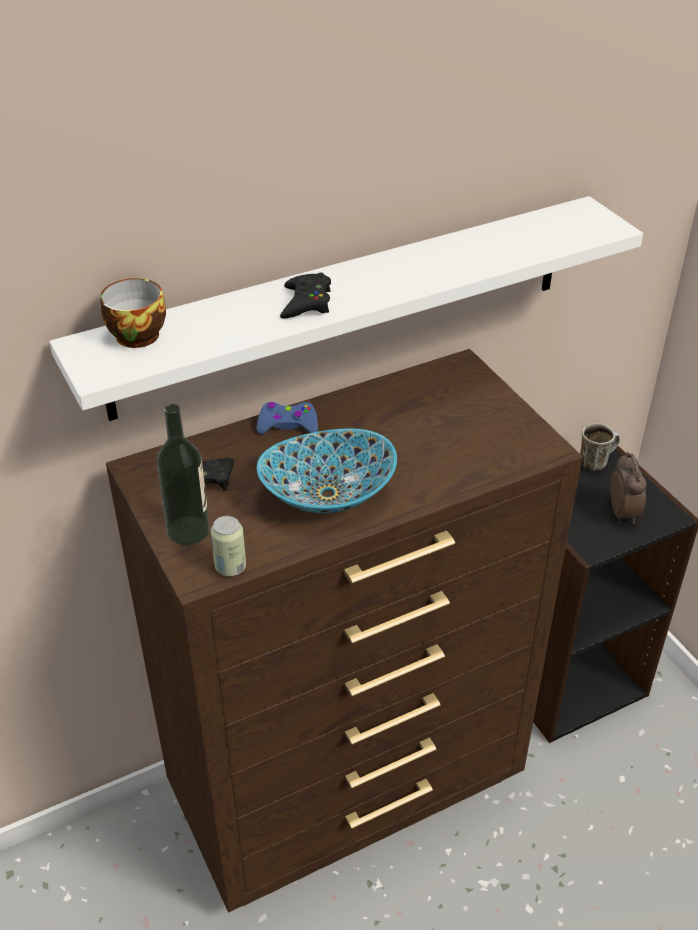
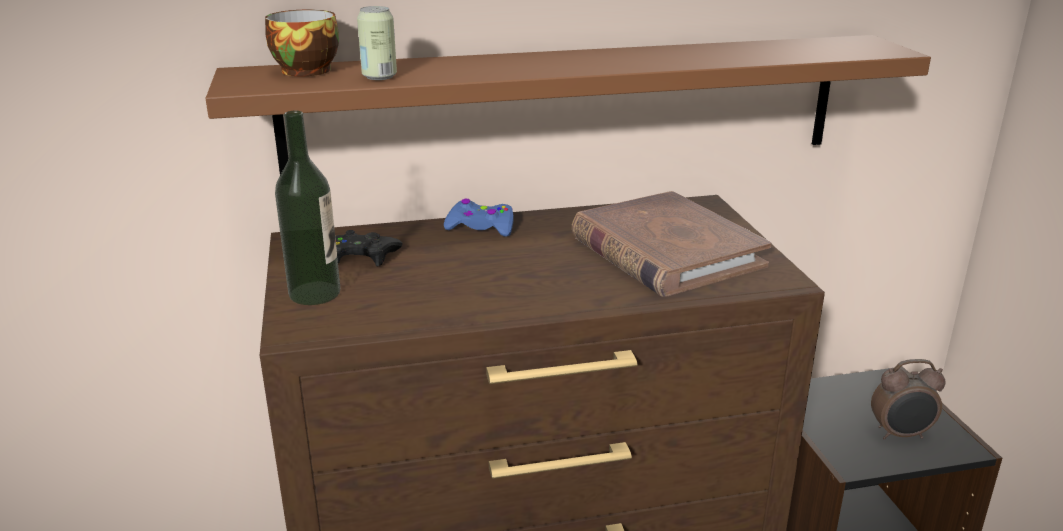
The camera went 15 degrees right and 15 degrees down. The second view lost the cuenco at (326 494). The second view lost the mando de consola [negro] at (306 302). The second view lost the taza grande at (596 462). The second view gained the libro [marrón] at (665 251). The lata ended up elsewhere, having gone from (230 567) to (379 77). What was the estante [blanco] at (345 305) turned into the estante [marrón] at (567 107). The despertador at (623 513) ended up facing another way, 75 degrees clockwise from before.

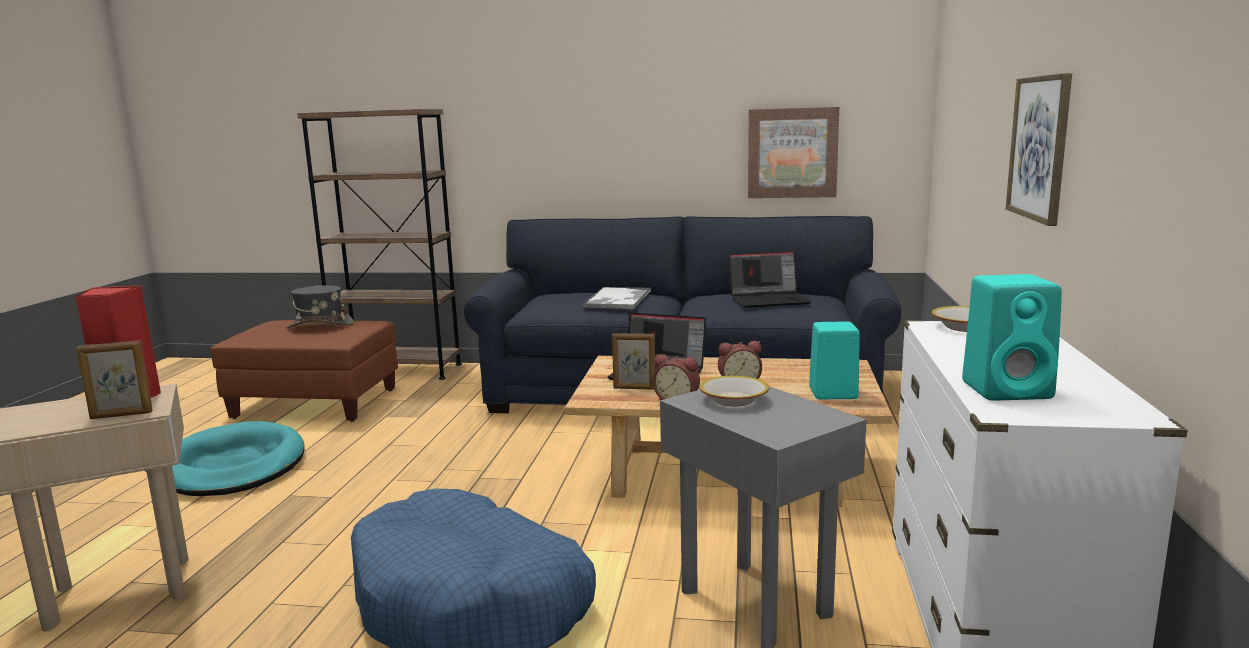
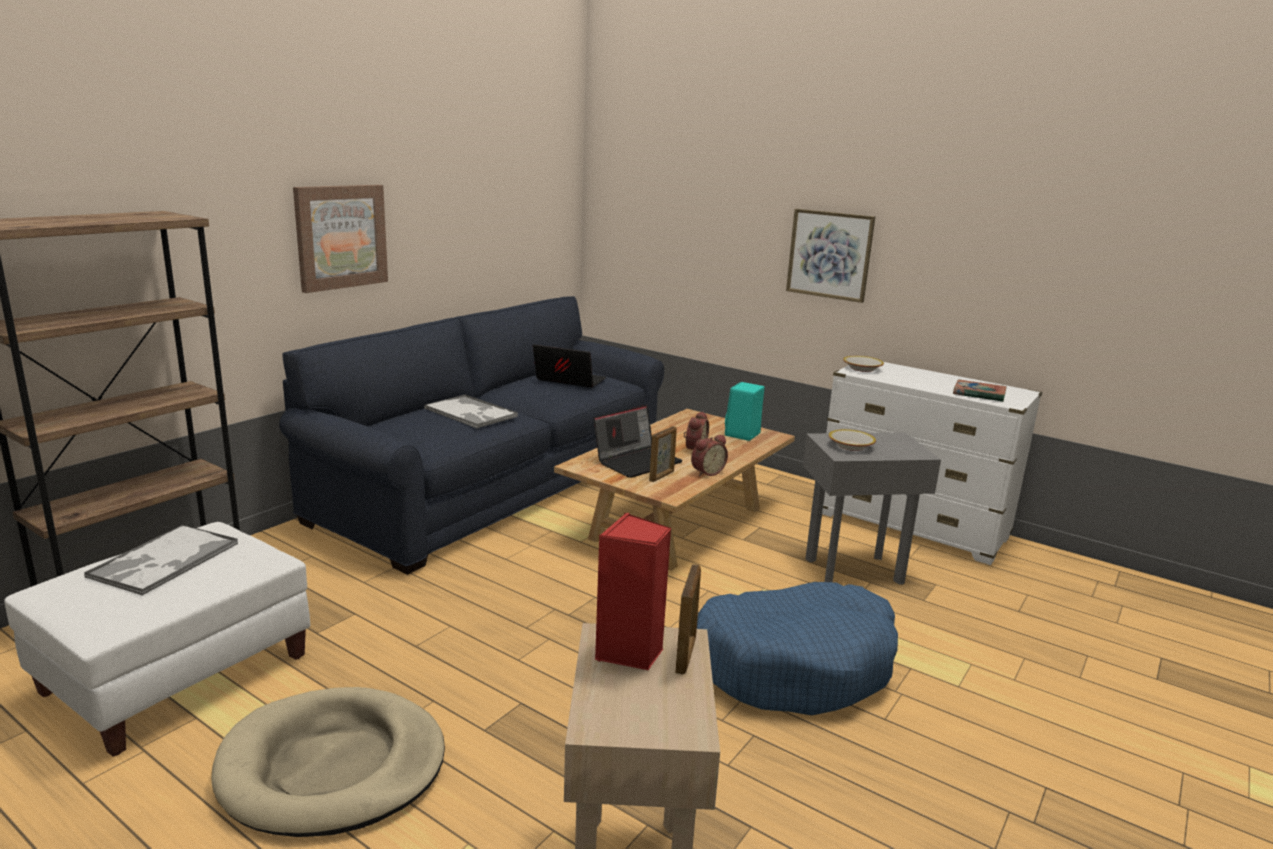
The camera went 65 degrees left and 5 degrees up. The cuadro ended up elsewhere, having gone from (792 153) to (341 237). Where the sombrero [gris] stood at (320 325), the bandeja came to stand at (163 561). Where the altavoz [turquesa] stood at (1009 390), the libro came to stand at (979 394). What was the cama para perro [turquesa] at (233 466) turned into the cama para perro [beis] at (332 767). What was the puf [marrón] at (315 403) turned into the puf [blanco] at (176 675). The portátil at (769 300) ended up facing another way, 90 degrees counterclockwise from before.

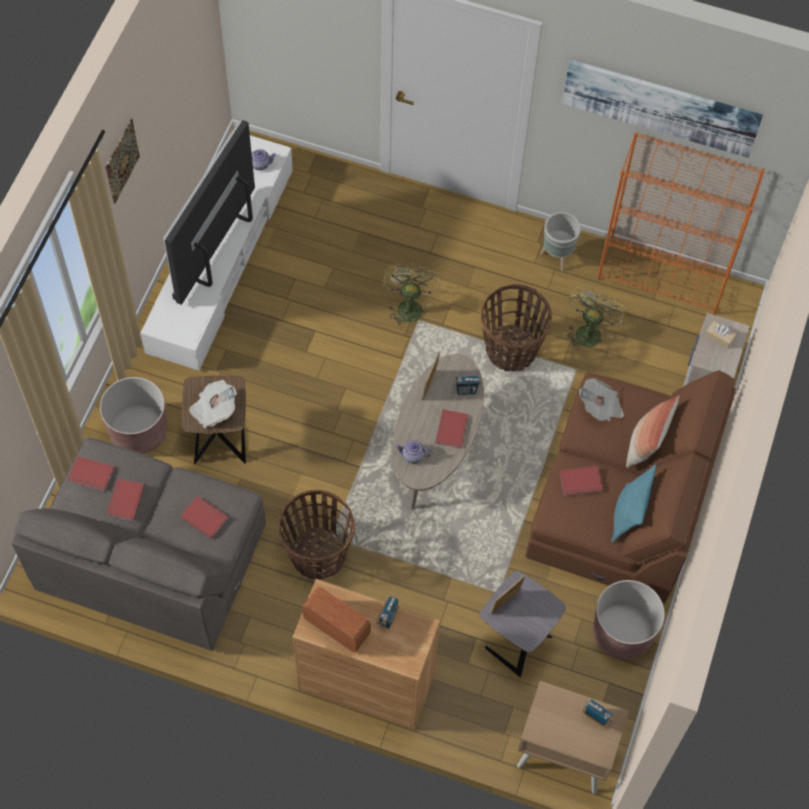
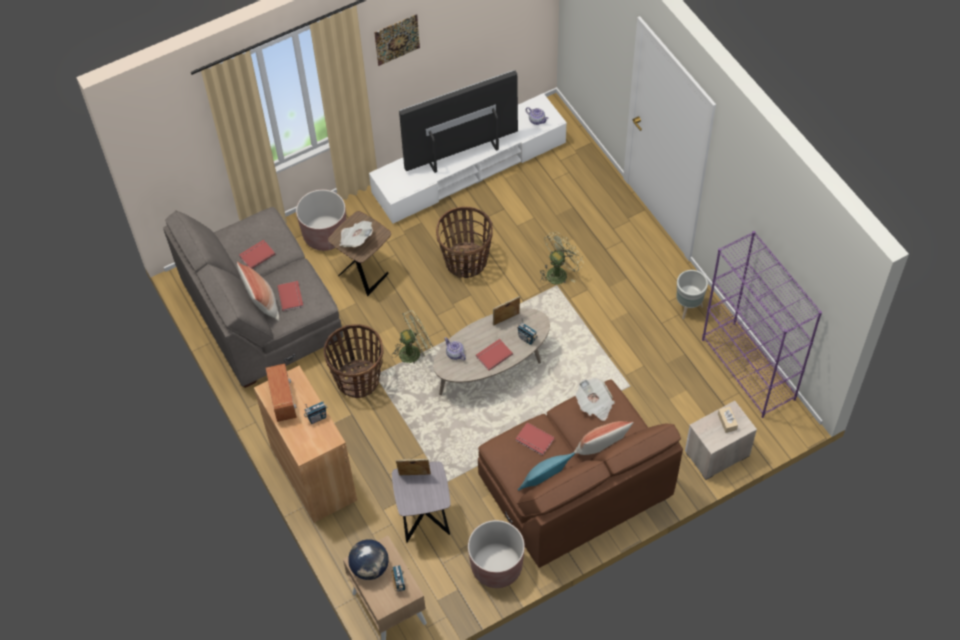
The camera went 45 degrees right and 5 degrees down. The second view lost the libro [rojo] at (91 475). The second view lost the cuadro at (660 107). The second view gained the cojín at (263 304). The second view gained the globo terráqueo at (370 567). The cesta ended up elsewhere, having gone from (511 349) to (466 261). The ventilador [verde] ended up elsewhere, having gone from (589 330) to (414 351). What was the estantería [naranja] at (662 278) turned into the estantería [morado] at (749 369).

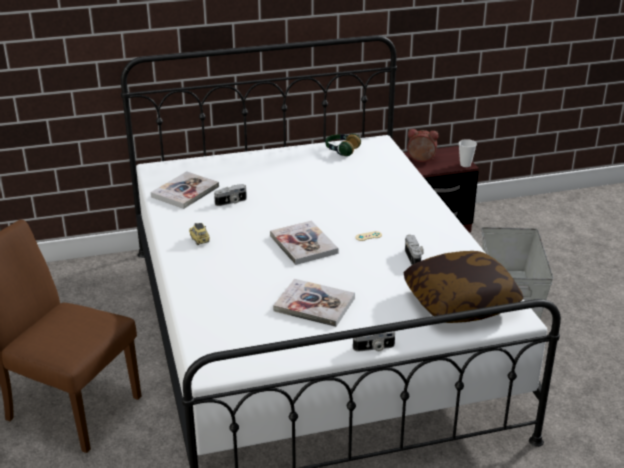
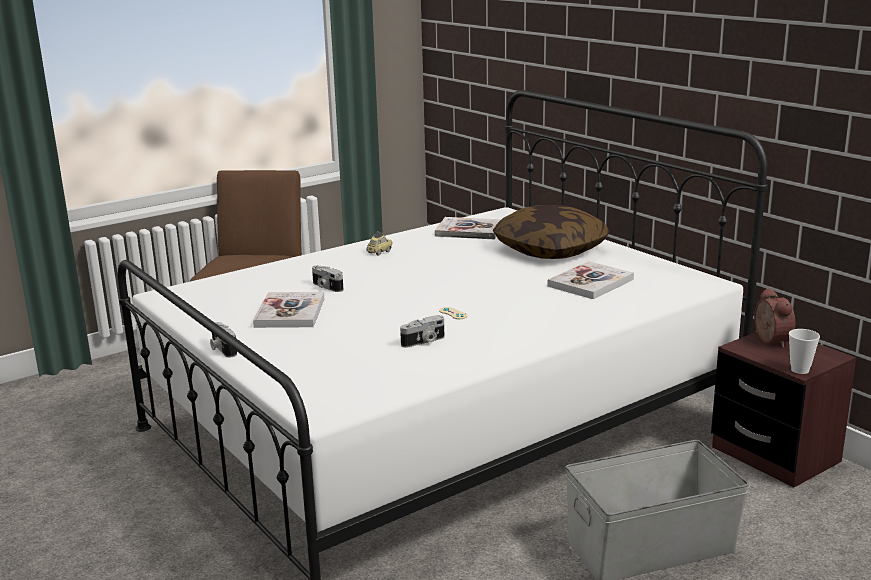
The camera went 70 degrees right and 10 degrees down. The second view lost the auriculares at (341 150). The cámara ended up elsewhere, having gone from (231 202) to (326 287). The libro ended up elsewhere, having gone from (303 244) to (590 283). The cojín ended up elsewhere, having gone from (460 302) to (550 250).

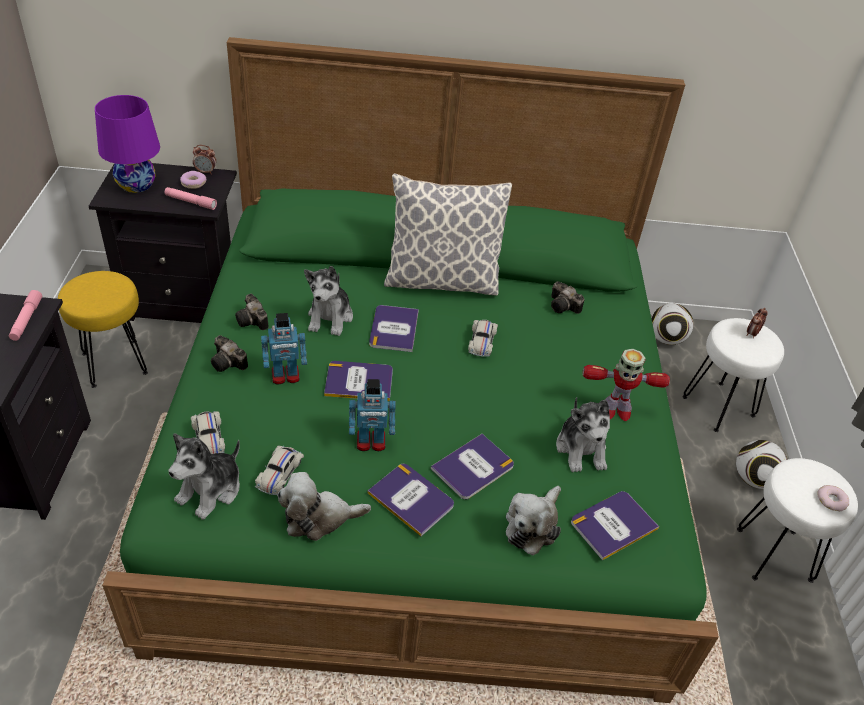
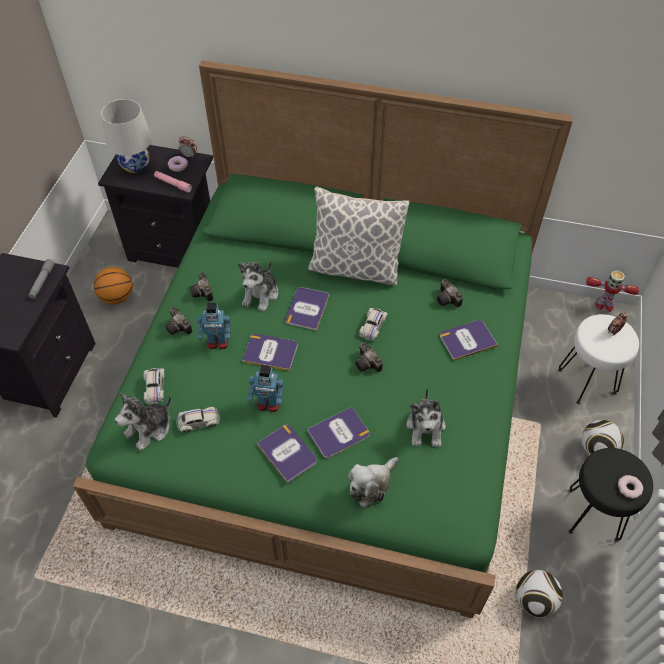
The camera went 15 degrees right and 10 degrees up. The second view lost the peluche at (319 518). The second view gained the cámara at (368 364). The libro ended up elsewhere, having gone from (613 525) to (467 340). The robot de juguete ended up elsewhere, having gone from (615 410) to (604 305). The balón de fútbol ended up elsewhere, having gone from (666 339) to (534 600). Where the taburete [amarillo] stood at (113 363), the balón de baloncesto came to stand at (117 297). What was the linterna [rosa] at (26 320) turned into the linterna [gris] at (42 282). What was the lámpara de mesa [morado] at (136 184) turned into the lámpara de mesa [blanco] at (135 165). What was the taburete [blanco] at (775 555) turned into the taburete [negro] at (594 515). The coche de juguete [blanco] at (279 474) ended up facing another way, 135 degrees counterclockwise from before.

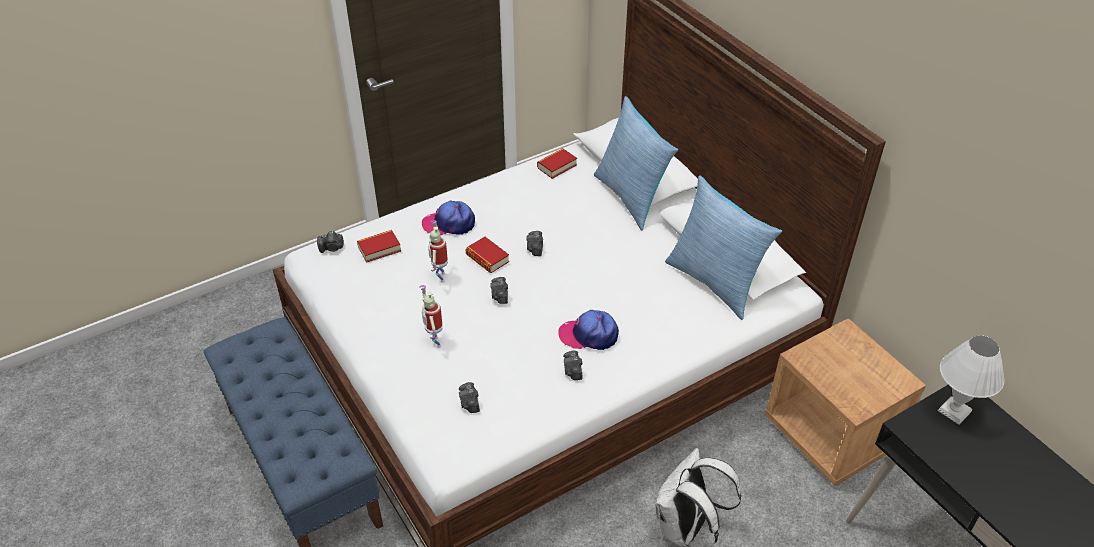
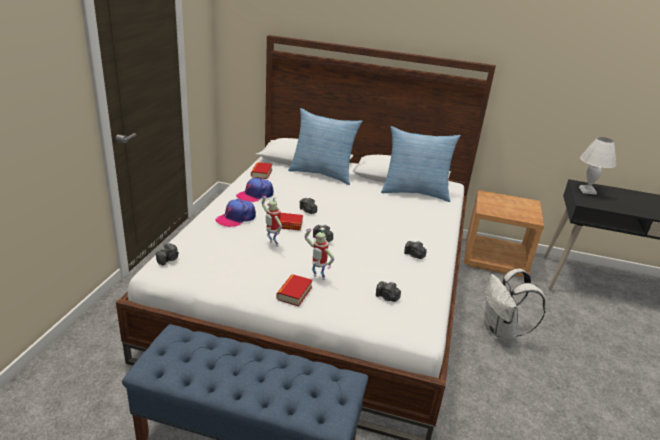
The camera went 45 degrees left and 15 degrees down. The libro ended up elsewhere, having gone from (379 249) to (294 293). The gorra ended up elsewhere, having gone from (589 335) to (255 195).

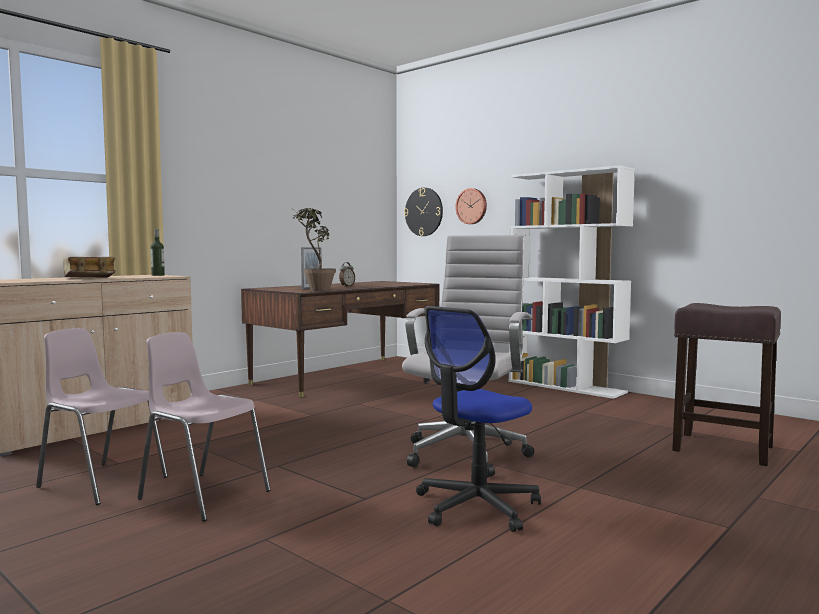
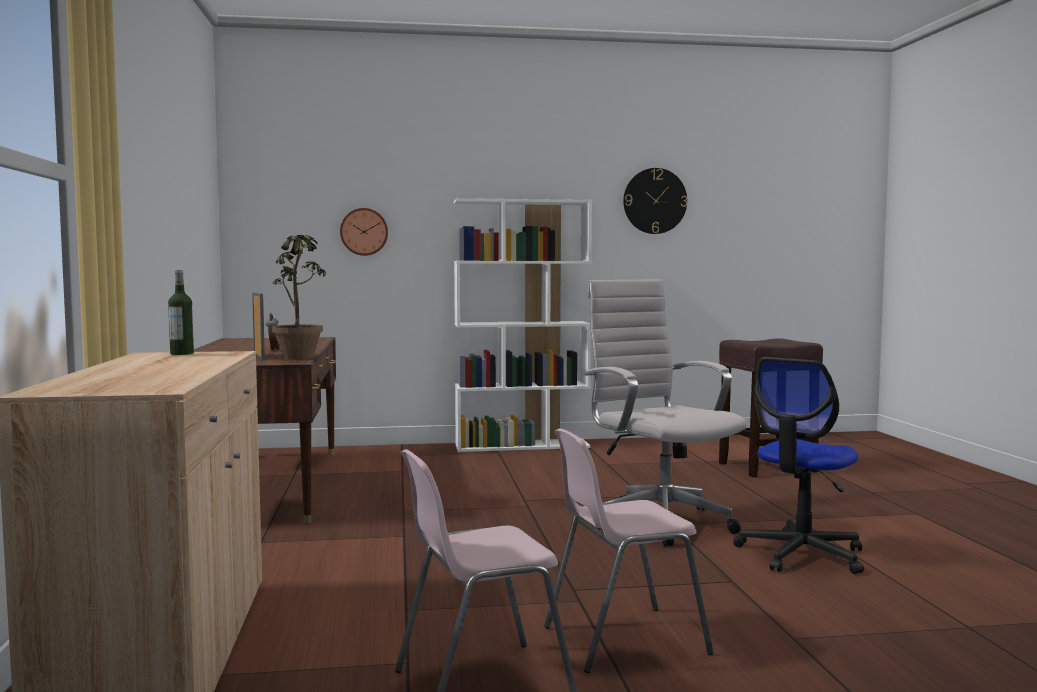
The camera went 50 degrees left and 0 degrees up. The second view lost the libro at (89 278). The reloj de pared ended up elsewhere, having gone from (424 212) to (654 201). The silla de oficina at (476 506) ended up facing another way, 45 degrees clockwise from before.

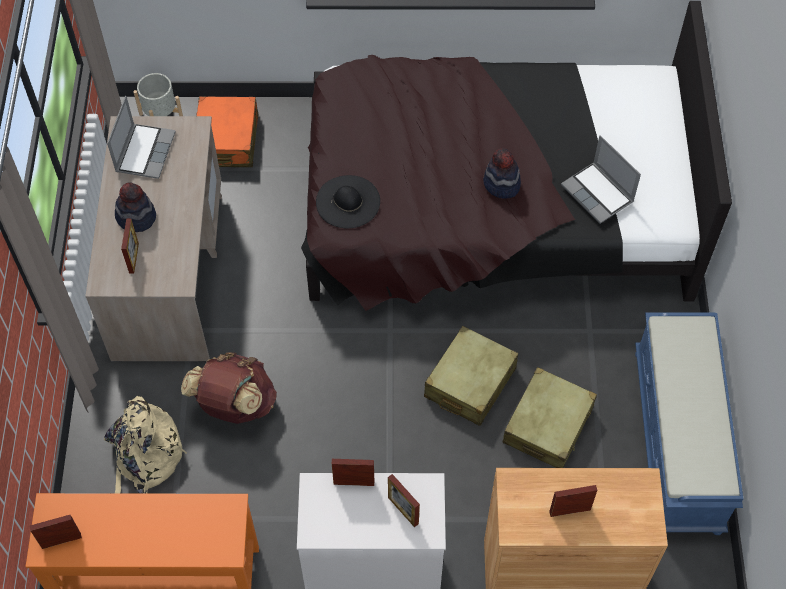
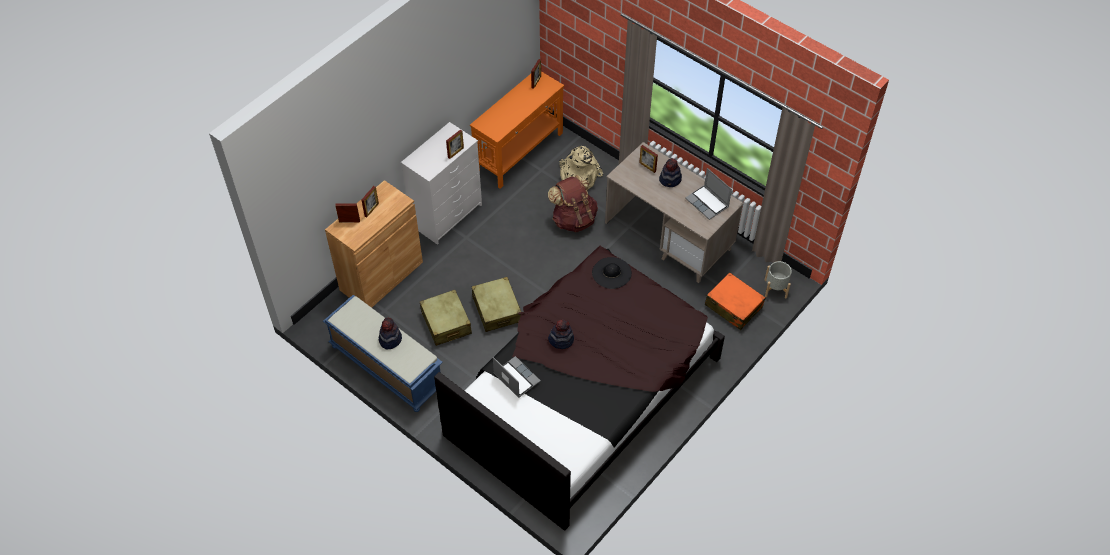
The camera went 130 degrees right and 5 degrees down. The second view gained the sombrero at (390 339). The portarretratos ended up elsewhere, having gone from (403 510) to (349 221). The portátil at (598 194) ended up facing another way, 45 degrees clockwise from before.

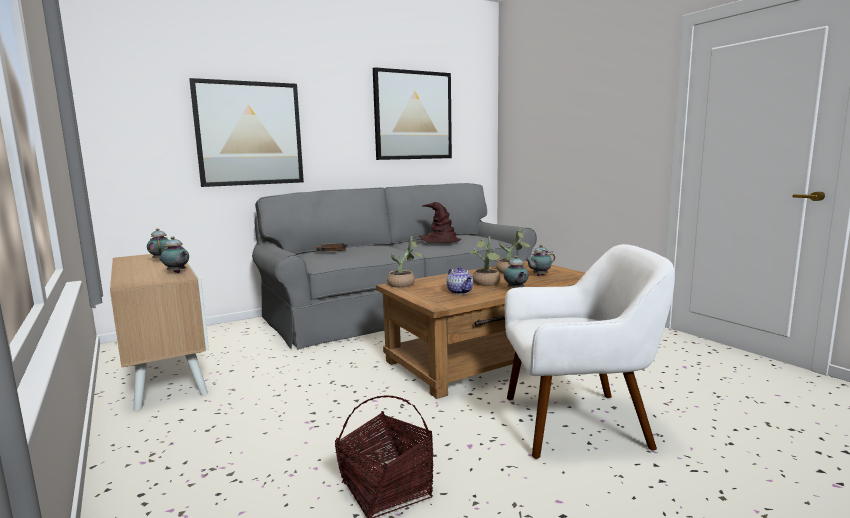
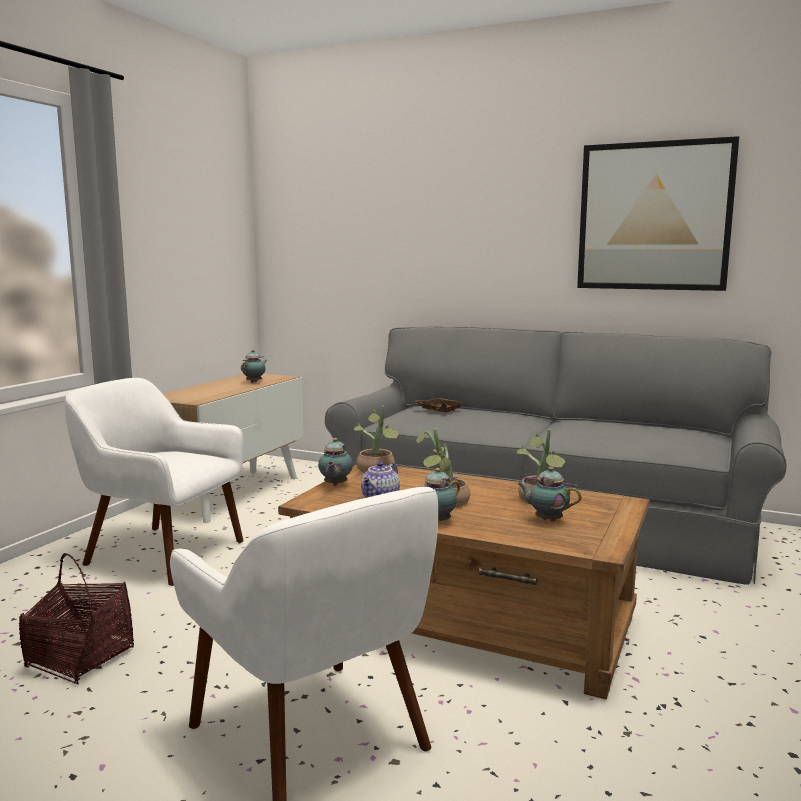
The camera went 55 degrees right and 0 degrees up. The second view lost the cuadro at (249 134). The second view lost the sombrero [marrón] at (440 240). The second view gained the sillón [blanco] at (162 553). The tetera ended up elsewhere, having gone from (177 272) to (335 485).

